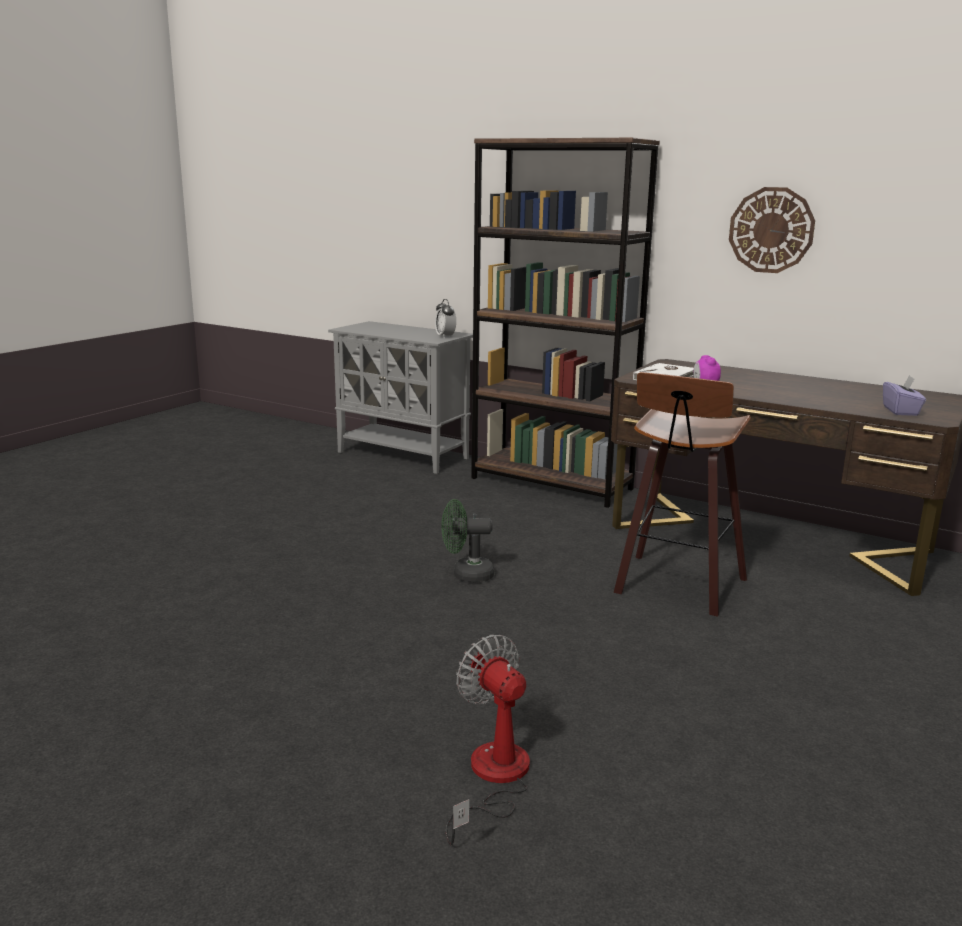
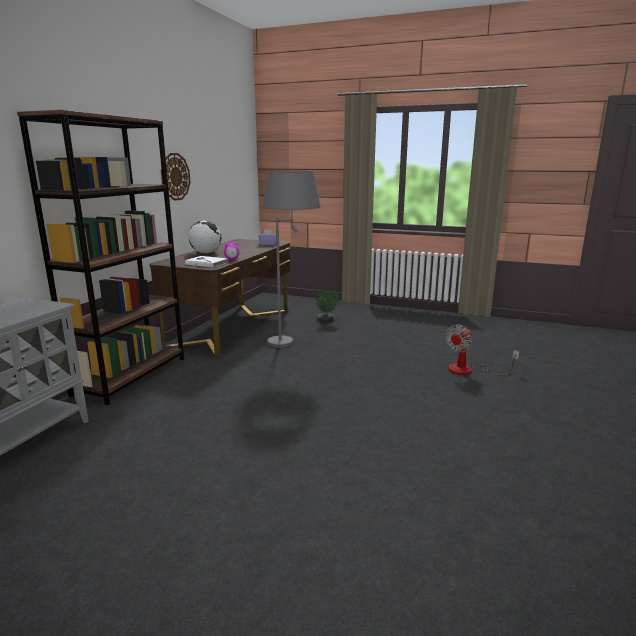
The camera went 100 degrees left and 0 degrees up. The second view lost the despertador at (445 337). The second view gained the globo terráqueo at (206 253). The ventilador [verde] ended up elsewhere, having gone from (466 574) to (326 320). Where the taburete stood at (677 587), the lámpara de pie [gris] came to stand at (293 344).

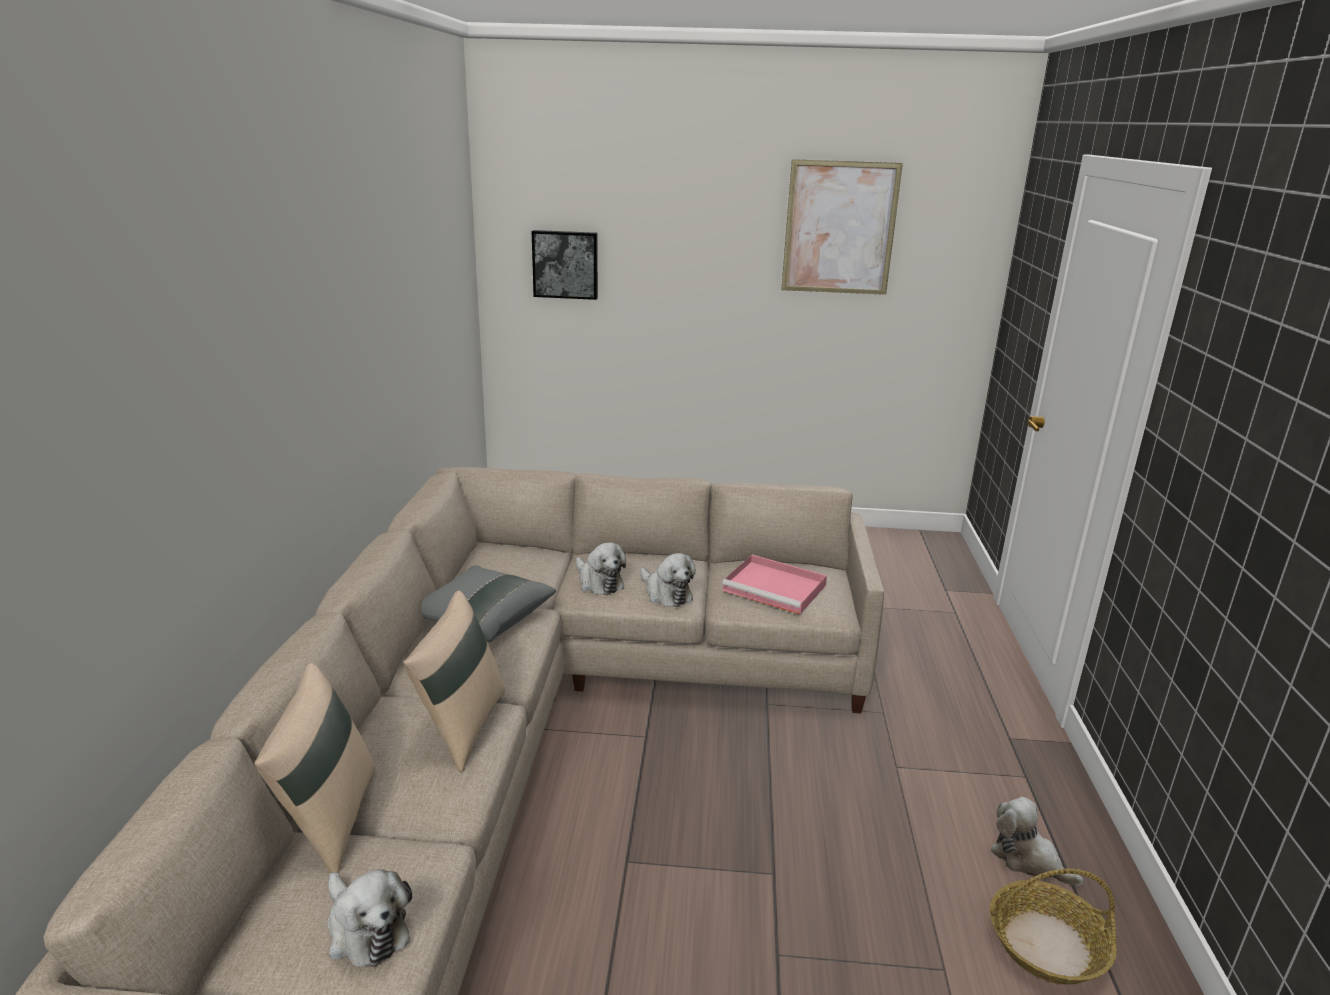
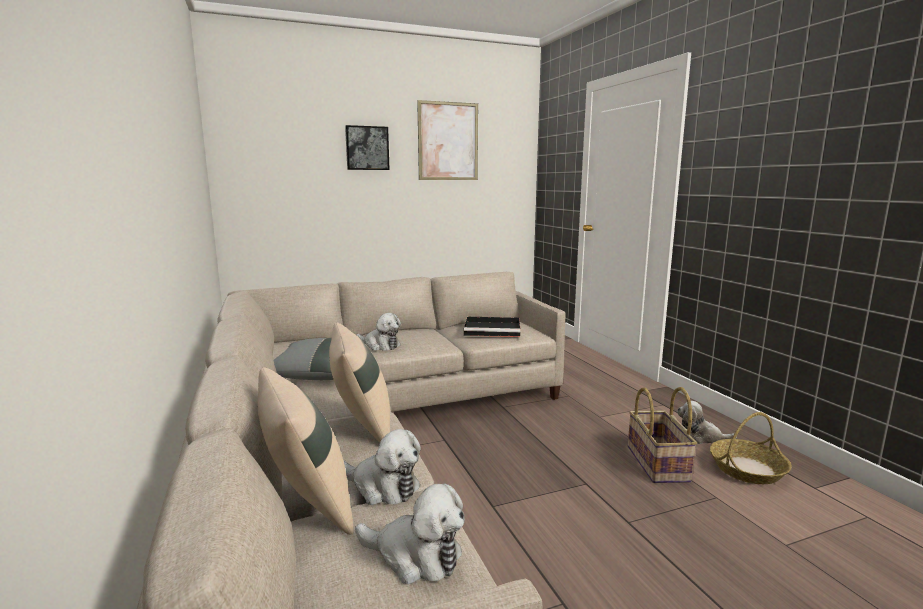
The camera went 25 degrees left and 10 degrees down. The second view gained the cesta at (658 464). The cuadro ended up elsewhere, having gone from (565 264) to (367 148). The peluche ended up elsewhere, having gone from (666 593) to (382 487). What was the bandeja [rosa] at (776 588) turned into the bandeja [negro] at (493 329).

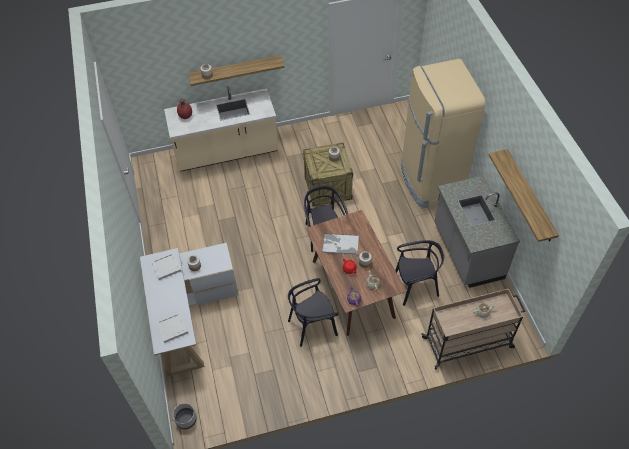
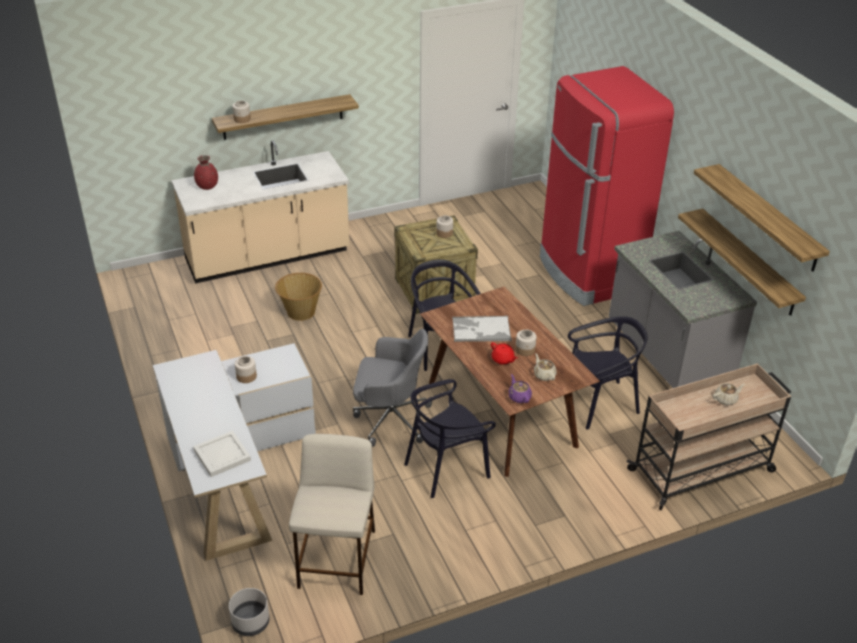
The camera went 10 degrees left and 15 degrees down. The second view lost the bandeja [blanco] at (165 266). The second view gained the cesta at (300 312). The second view gained the taburete [beis] at (337 560). The second view gained the silla de oficina [gris] at (390 418). The second view gained the estante at (748 262). What was the nevera [beis] at (430 182) turned into the nevera [rojo] at (588 274).

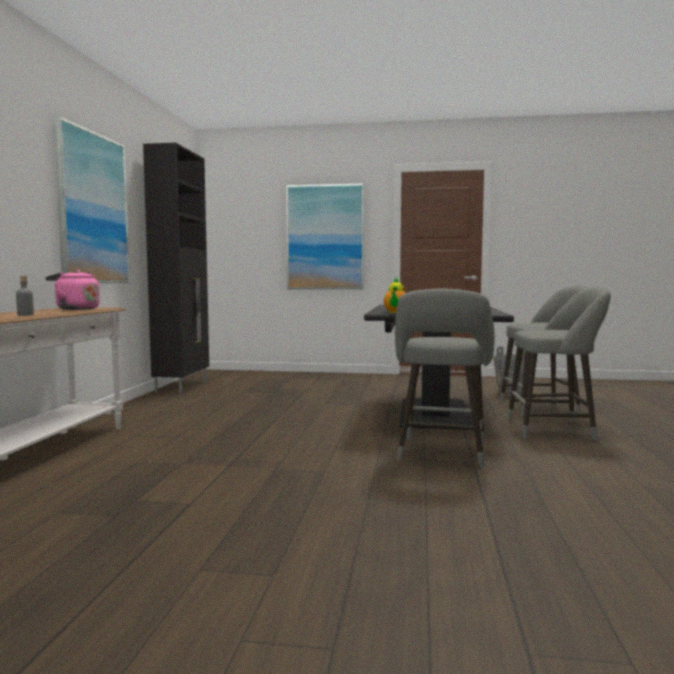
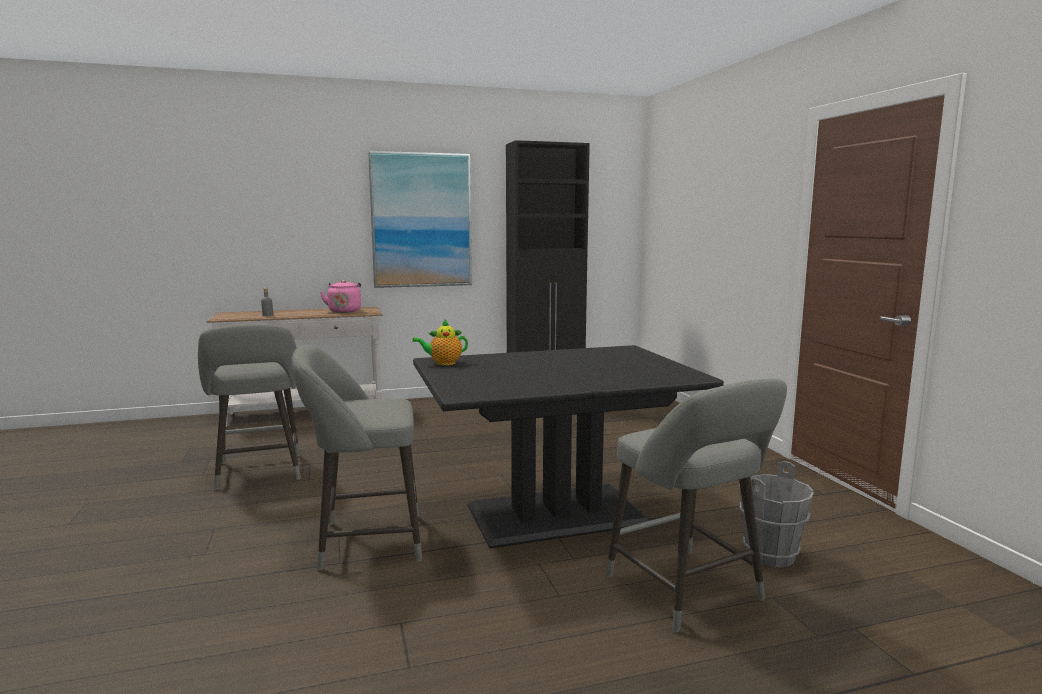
The camera went 65 degrees right and 5 degrees up. The second view lost the cuadro at (325 237). The taburete [gris] ended up elsewhere, having gone from (555 430) to (259 473).

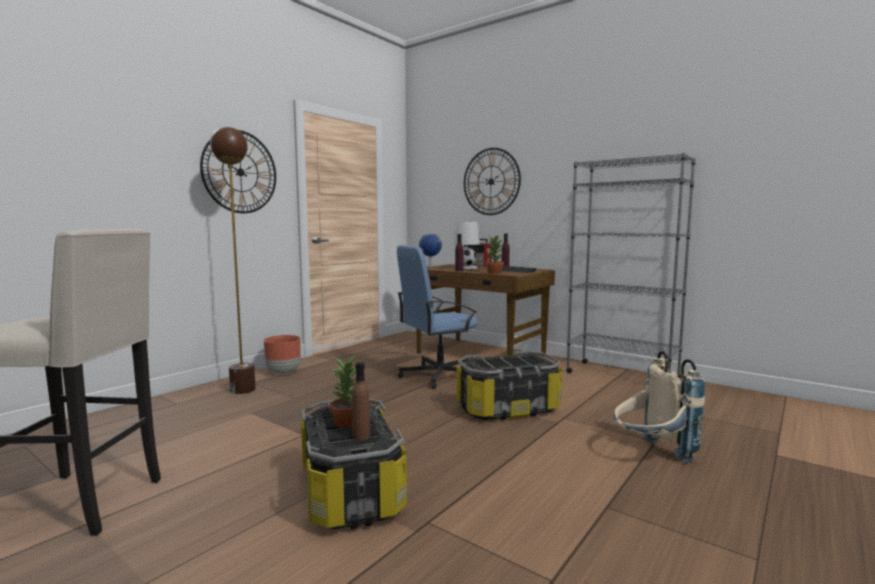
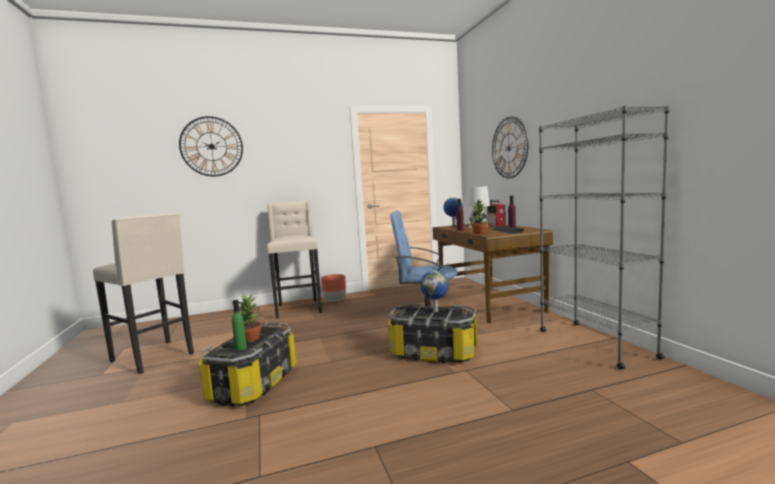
The camera went 35 degrees right and 0 degrees up. The second view lost the mochila [beis] at (650 454). The second view gained the globo terráqueo at (436 311). The reloj de pared ended up elsewhere, having gone from (240 172) to (211 146). Where the lámpara de pie [marrón] stood at (243 390), the taburete [beis] came to stand at (298 309). What was the botella [marrón] at (361 436) turned into the botella [verde] at (241 348).

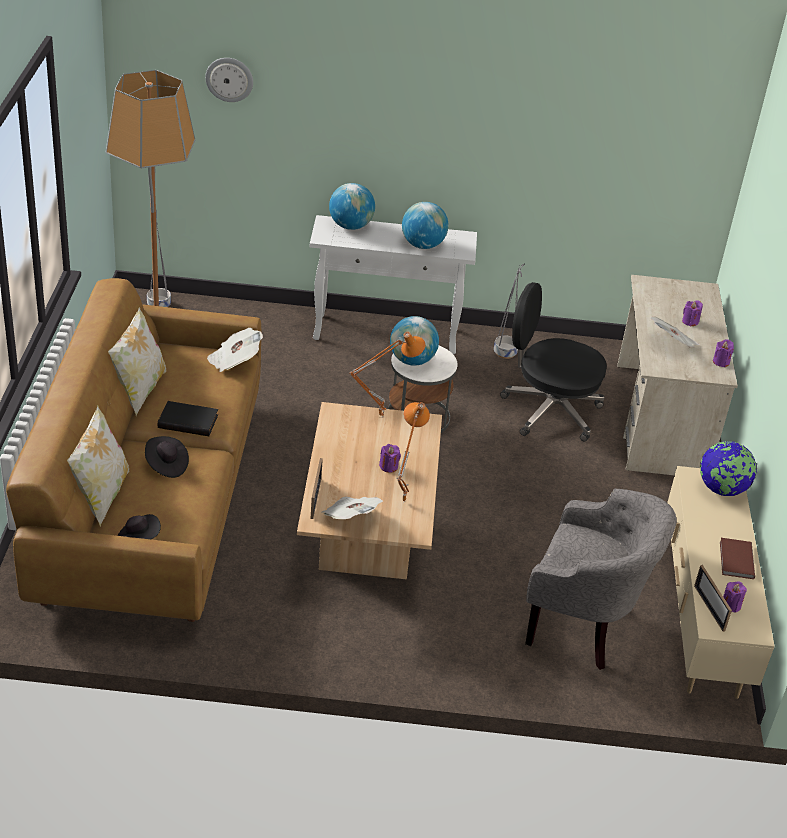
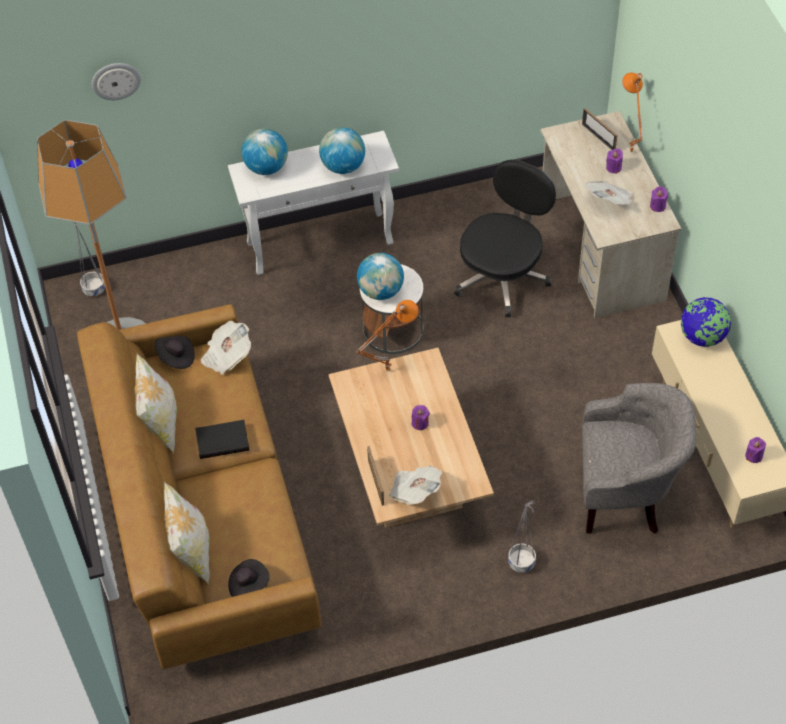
The camera went 15 degrees left and 15 degrees up. The second view lost the libro [marrón] at (735 560). The sombrero [negro] ended up elsewhere, having gone from (166 465) to (176 357). The lámpara de mesa [naranja] ended up elsewhere, having gone from (402 501) to (629 152). The maceta [gris] ended up elsewhere, having gone from (505 353) to (522 563). The portarretratos ended up elsewhere, having gone from (709 608) to (598 137). The silla de oficina [negro] at (549 410) ended up facing another way, 120 degrees clockwise from before.

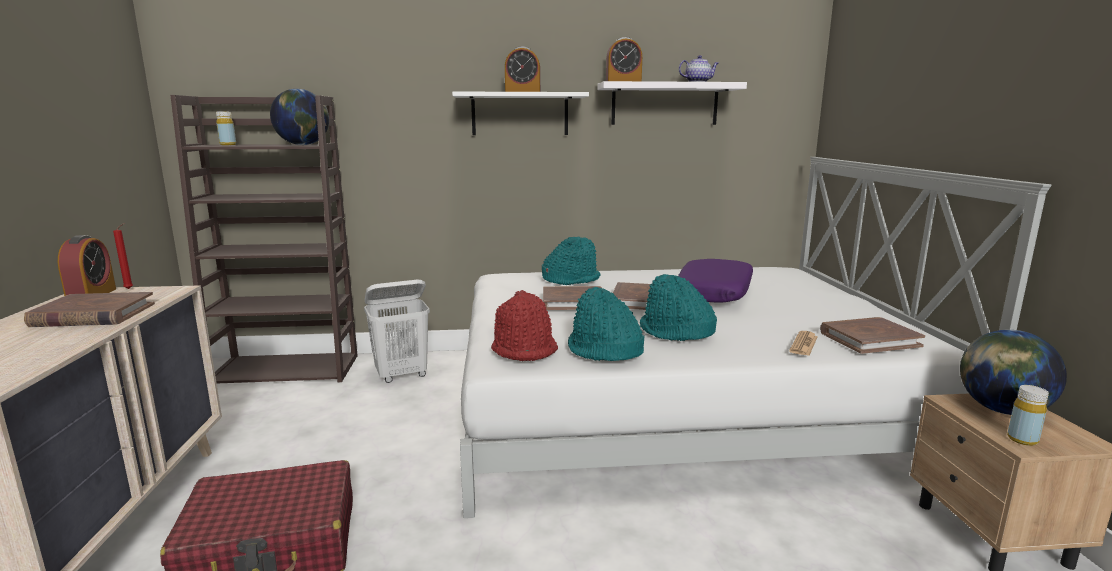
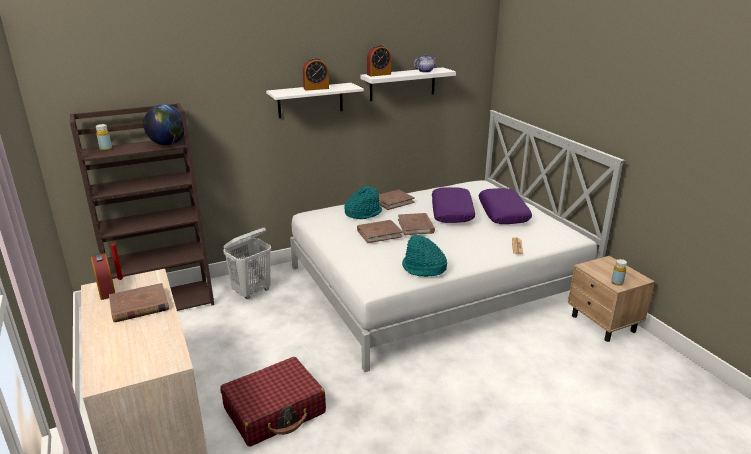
The camera went 20 degrees left and 10 degrees up. The second view lost the sombrero [rojo] at (524 349). The second view lost the sombrero [turquesa] at (676 332). The second view lost the globo terráqueo at (1001 410). The second view gained the cojín [morado] at (503 213). The libro [marrón] ended up elsewhere, having gone from (869 339) to (393 201).

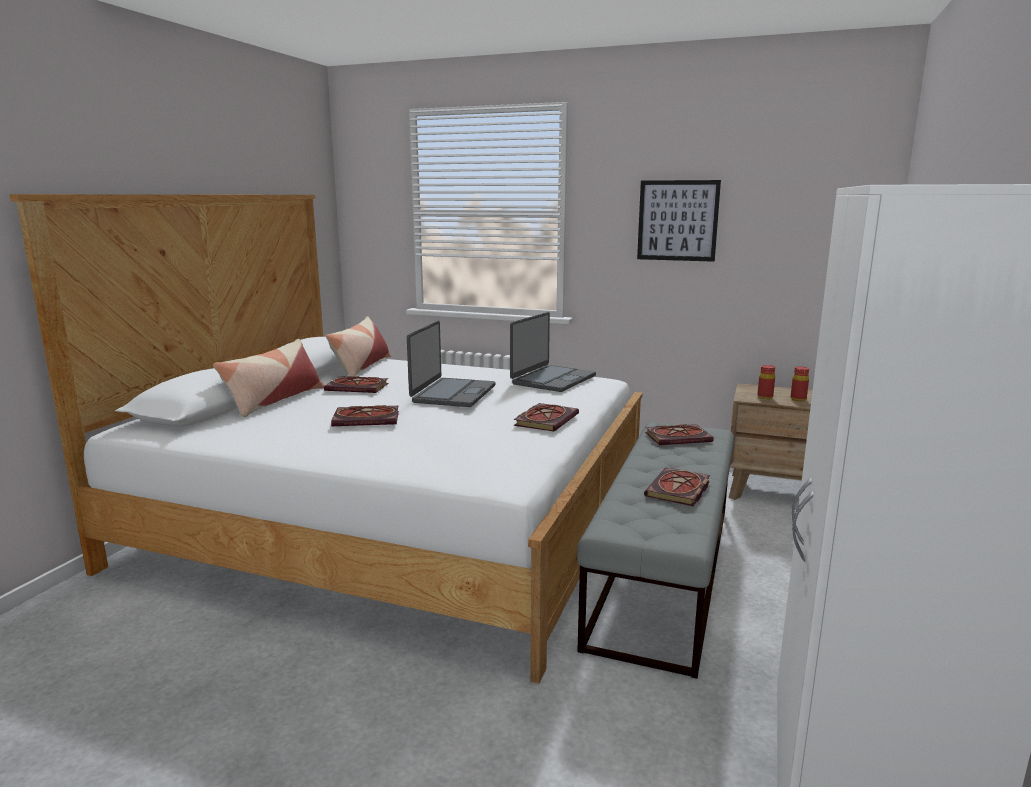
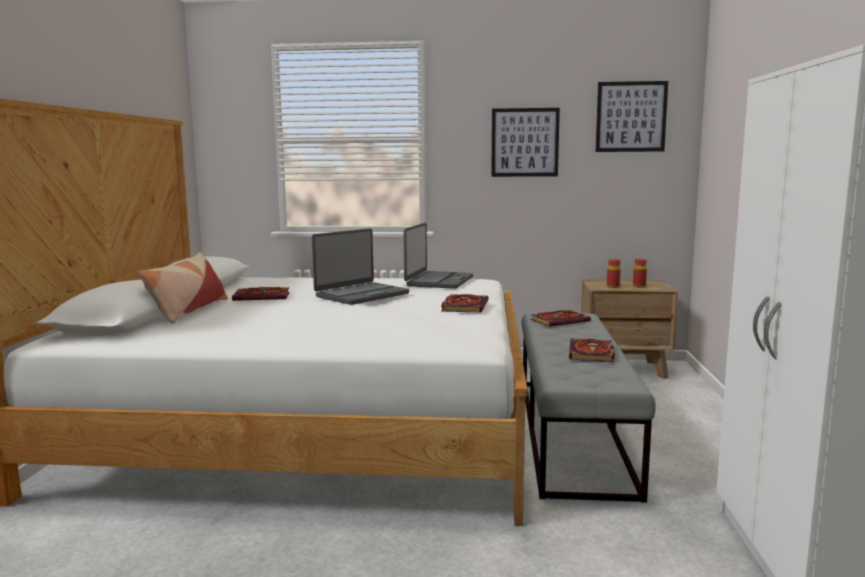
The camera went 15 degrees left and 5 degrees down. The second view lost the cojín at (361 367). The second view lost the libro at (368 419). The second view gained the cuadro at (631 117). The portátil at (453 394) ended up facing another way, 45 degrees clockwise from before.

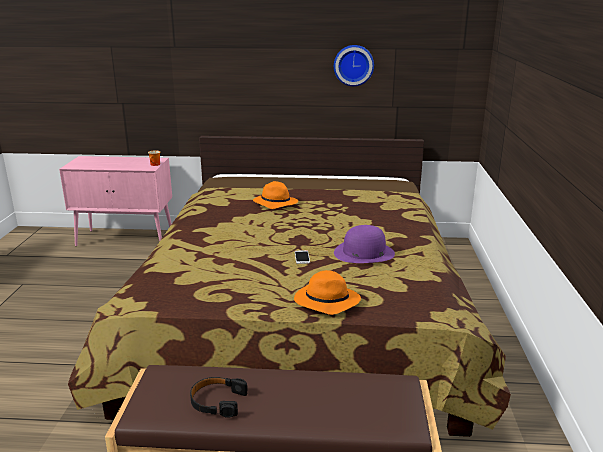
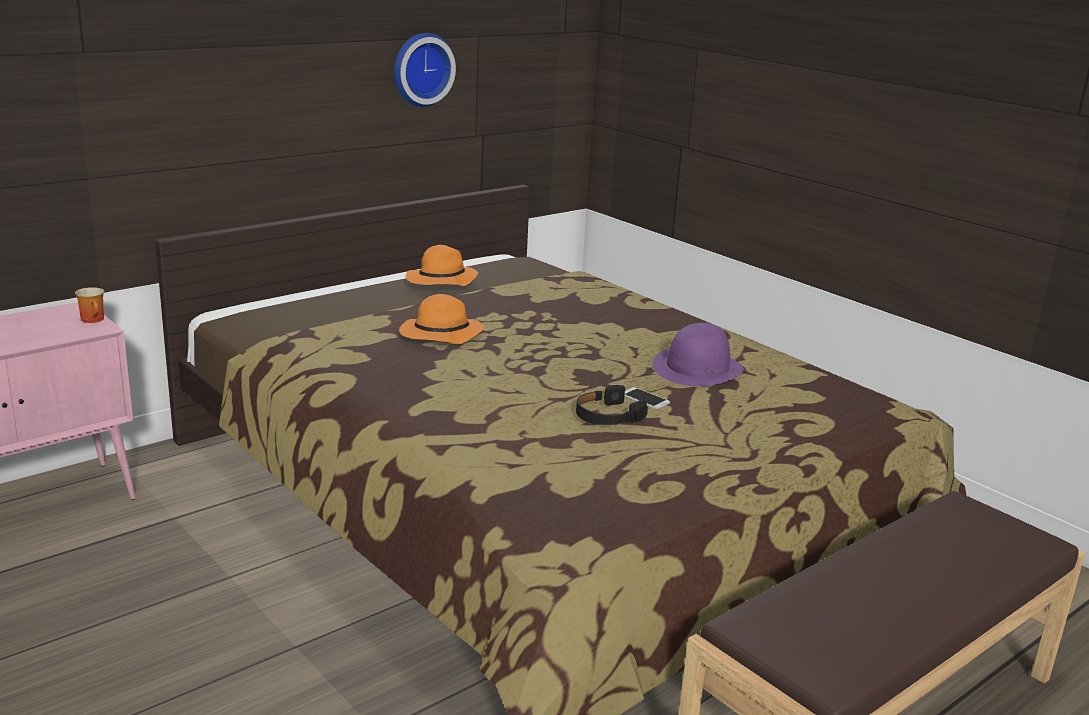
The camera went 45 degrees left and 0 degrees up. The auriculares [negro] ended up elsewhere, having gone from (217 401) to (607 416). The sombrero [naranja] ended up elsewhere, having gone from (325 302) to (440 281).

